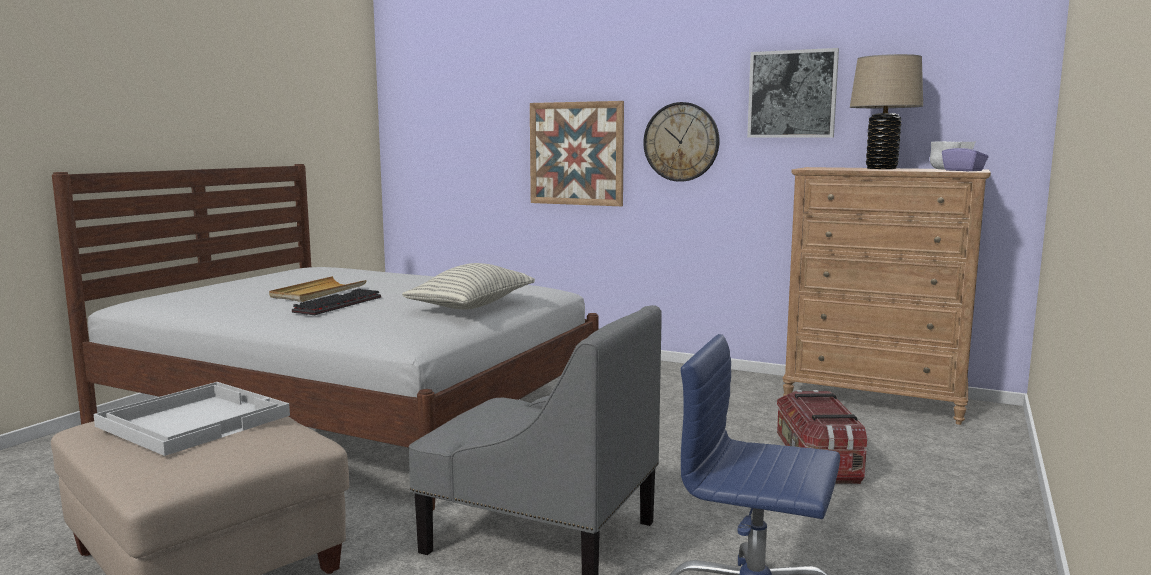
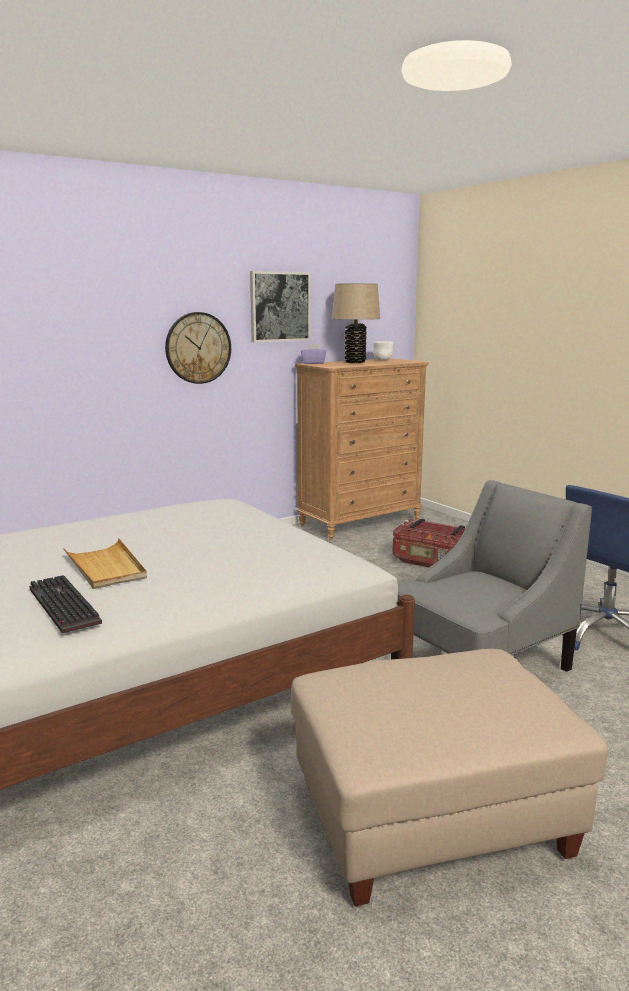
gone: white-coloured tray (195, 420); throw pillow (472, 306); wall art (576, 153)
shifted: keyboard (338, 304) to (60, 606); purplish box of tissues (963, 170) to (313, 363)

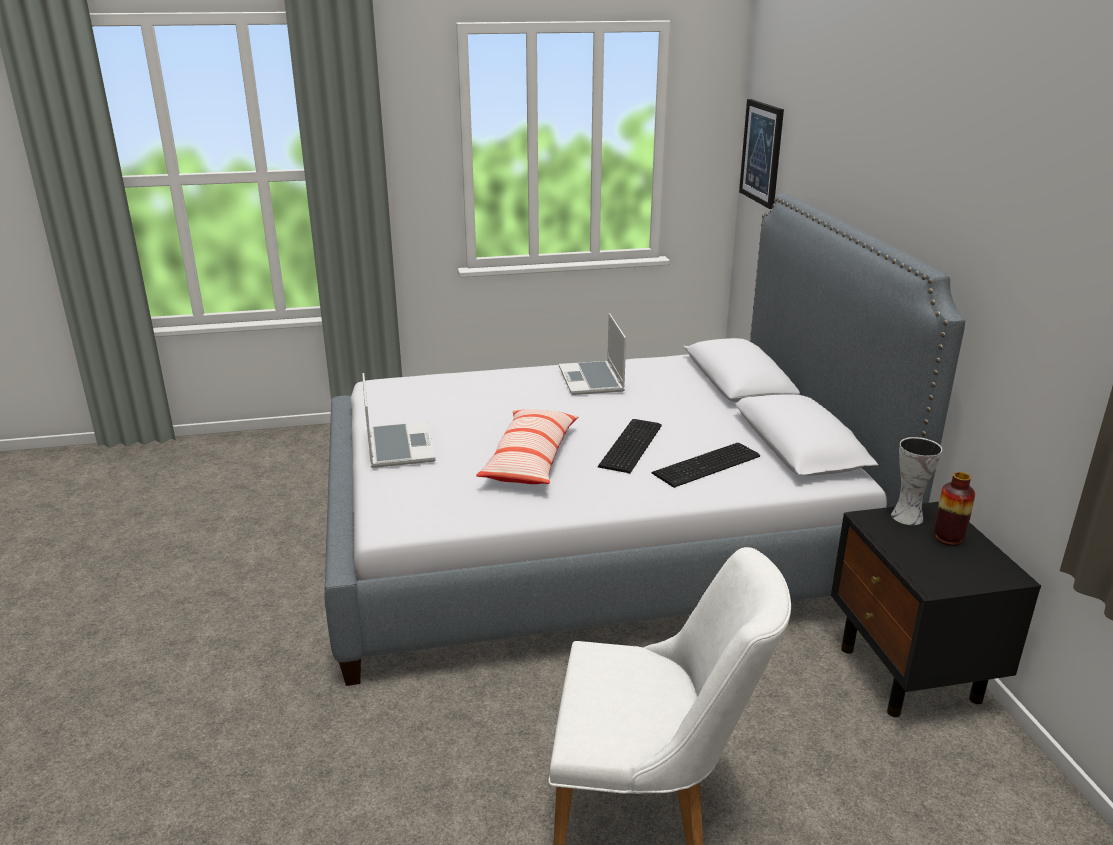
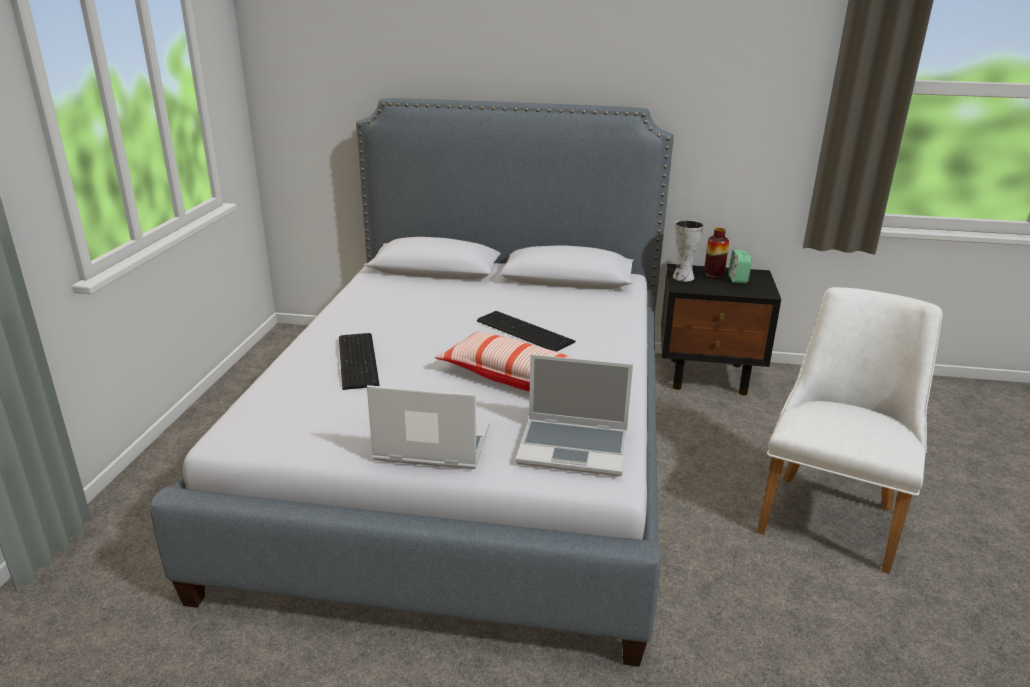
gone: wall art (762, 153)
new: alarm clock (738, 279)
shifted: laptop (592, 380) to (574, 448); keyboard (709, 465) to (360, 359)

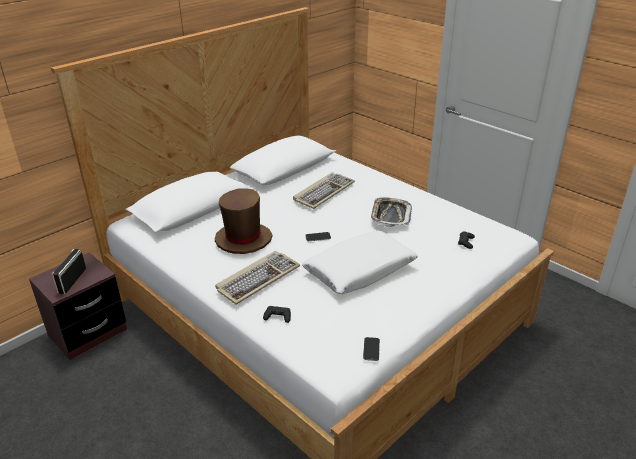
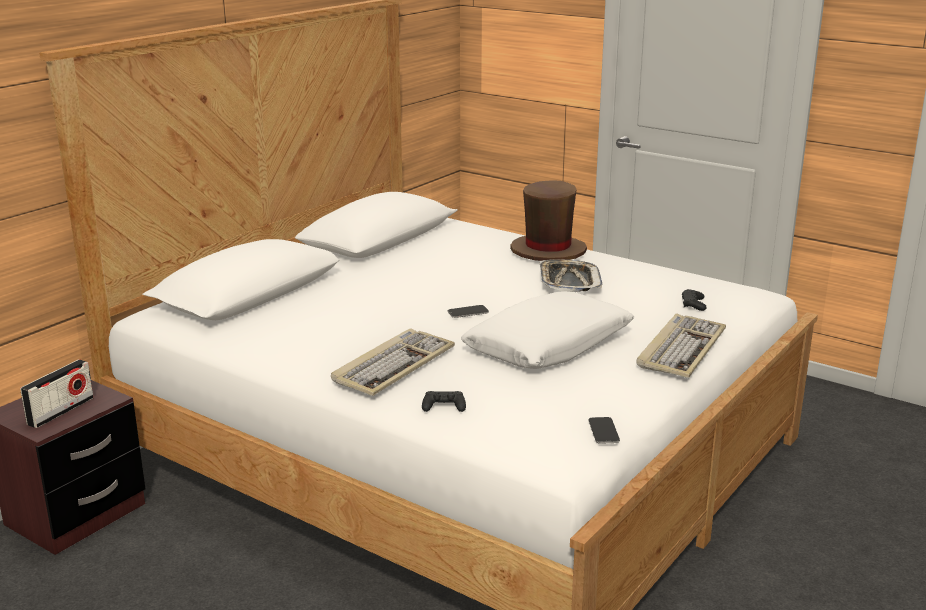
shifted: brown-coloured wearable hat (243, 239) to (548, 251); keyboard (323, 192) to (681, 349)
rotated: radio set (72, 280) = (61, 411) 150 degrees counterclockwise

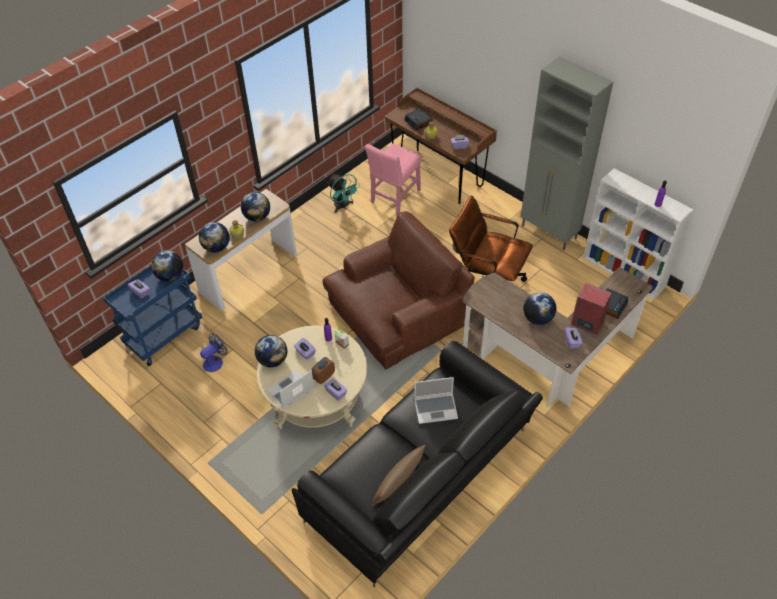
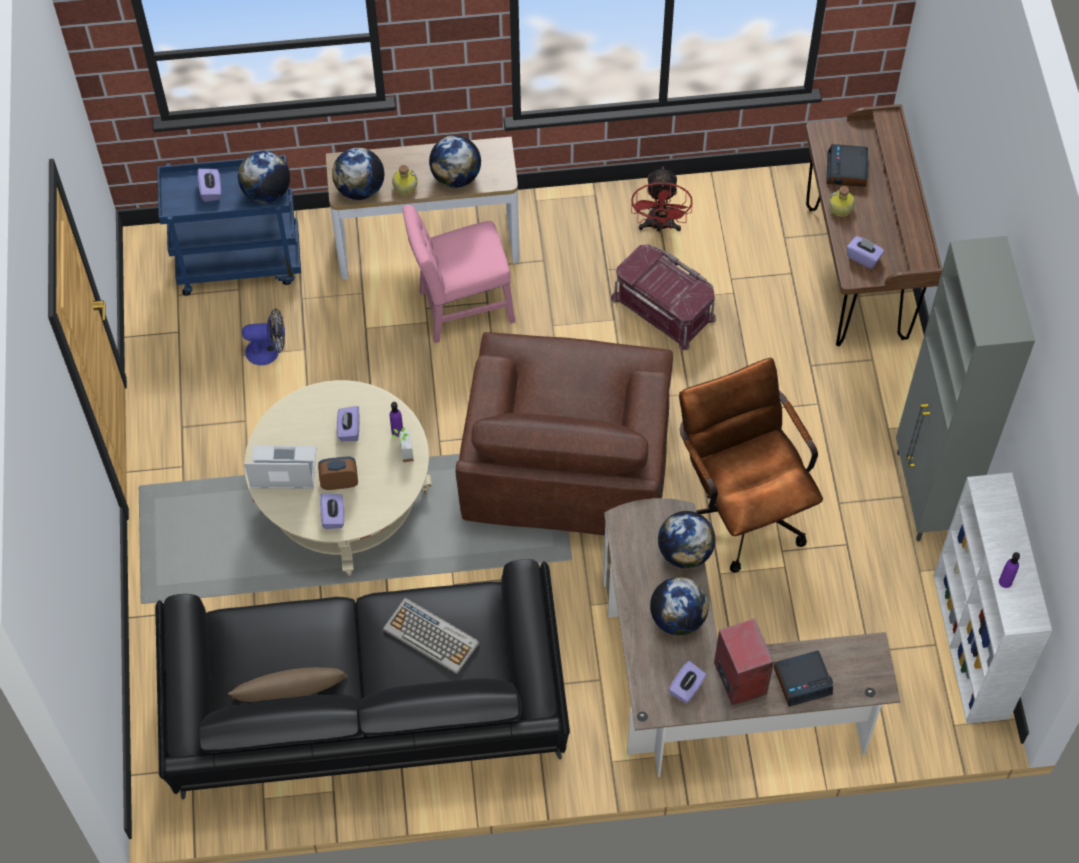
new: red storage container (664, 307)
shifted: desk globe (273, 360) to (685, 552); pink chair (394, 198) to (461, 309)
swapped: laptop (436, 408) to keyboard (432, 636)
repainted: turquoise-coloured fan (343, 206) to red fan (659, 226)
rotated: brown-coloured armchair (397, 314) = (566, 459) 90 degrees clockwise

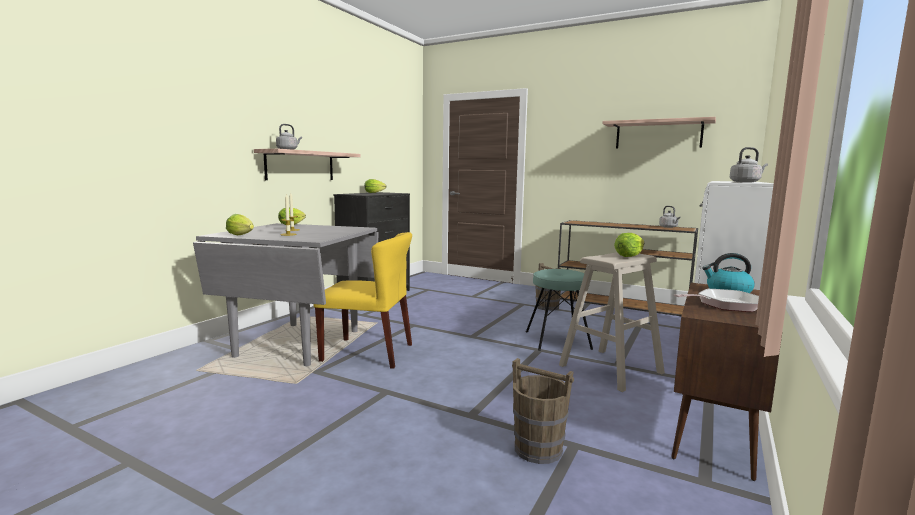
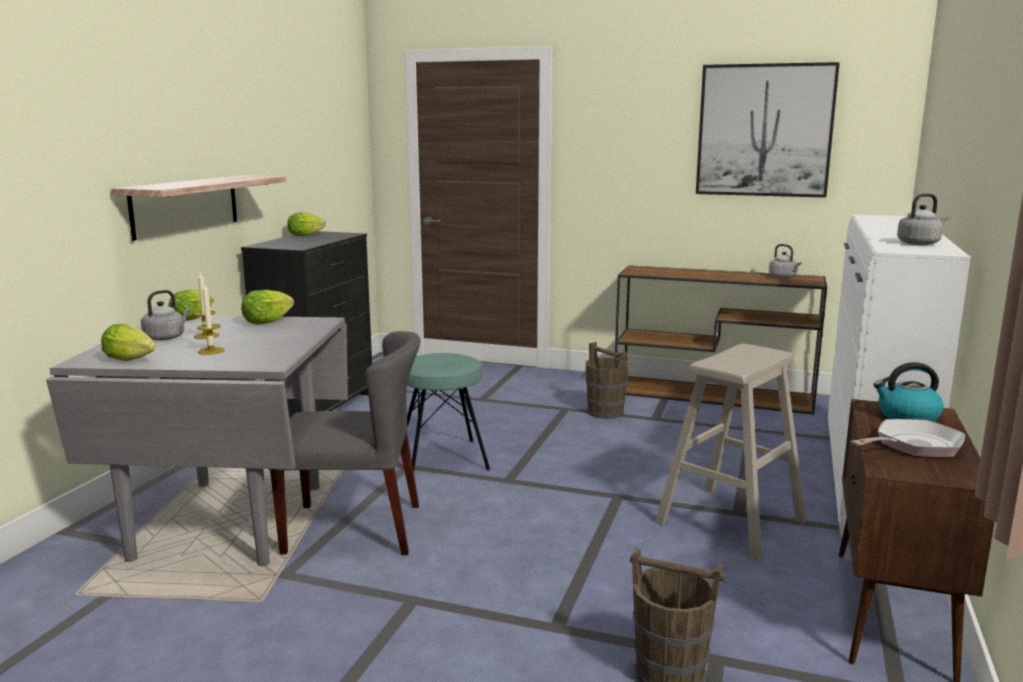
shifted: gray tea kettle (288, 149) to (166, 337); turquoise-coloured stool (557, 340) to (443, 459); lettuce head (629, 256) to (266, 322)
swapped: wall shelf (658, 135) to wall art (764, 130)
repainted: yellowish chair (368, 352) to gray chair (355, 528)

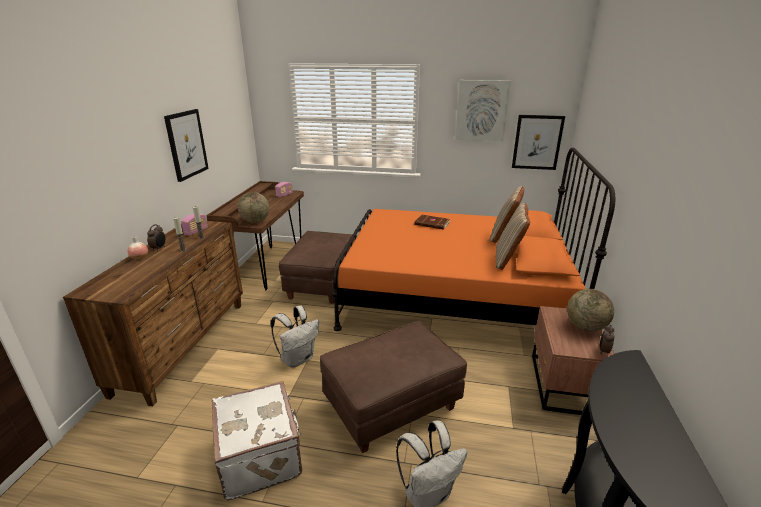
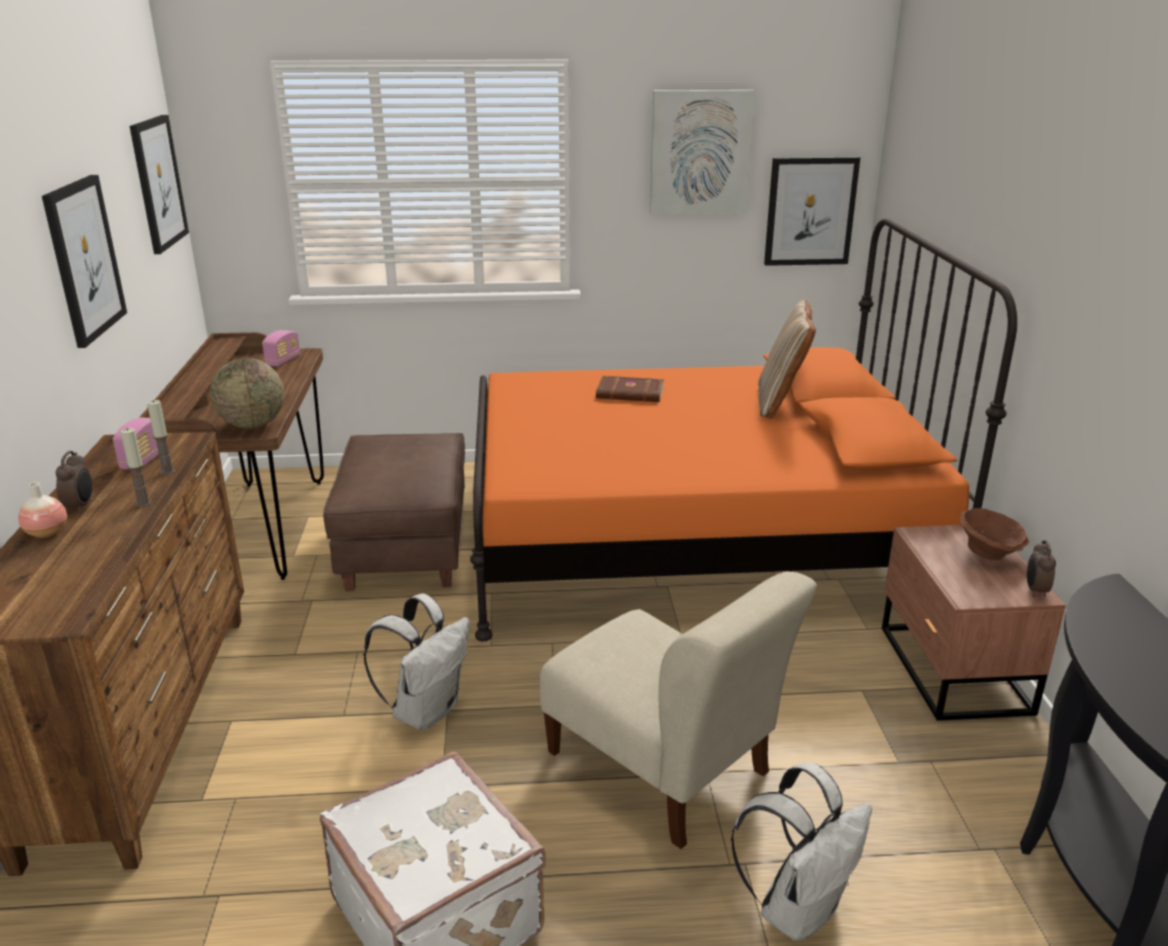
gone: sand-coloured throw pillow (508, 259)
new: wall art (158, 183)
swapped: brown-coloured ottoman (392, 407) to sand-coloured chair (663, 769); desk globe (585, 327) to brown-coloured serving bowl (988, 554)

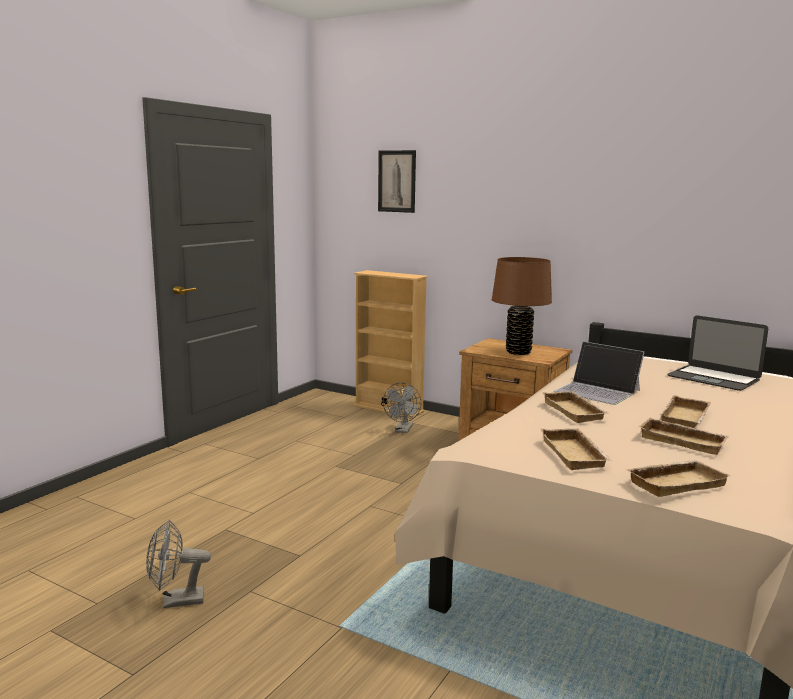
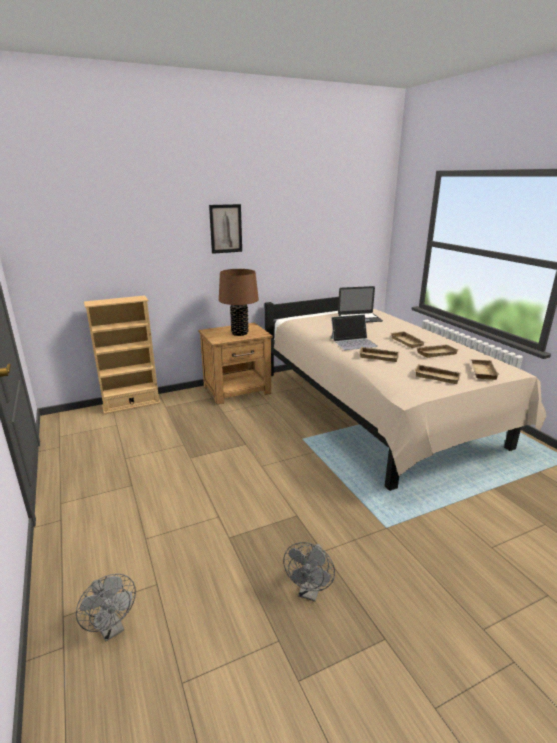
shifted: wall art (397, 181) to (226, 228); gray fan (403, 430) to (111, 628)

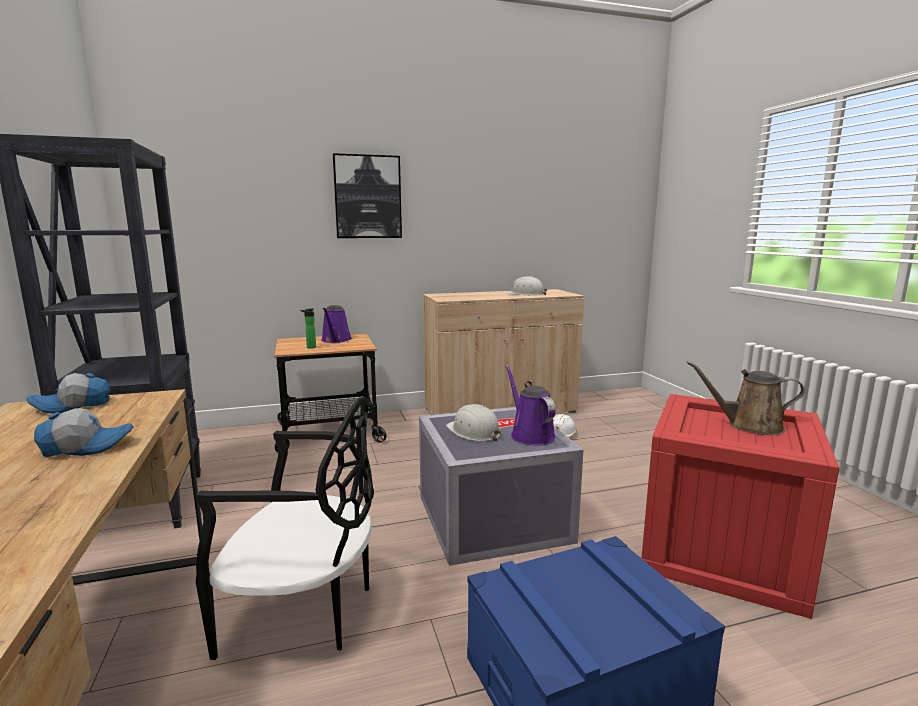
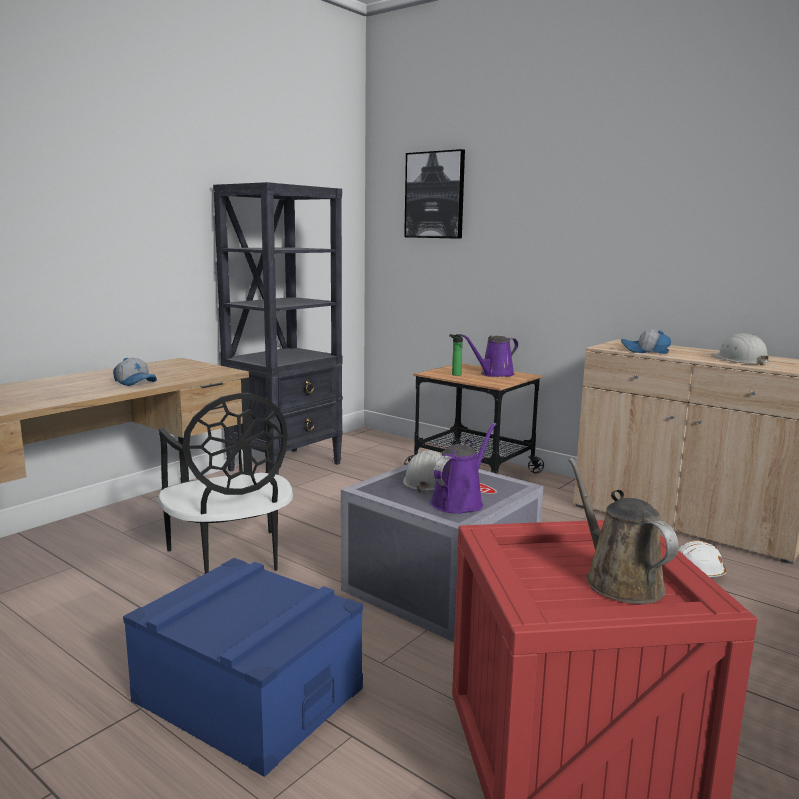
shifted: baseball cap (72, 406) to (645, 351); wall art (367, 197) to (435, 195)

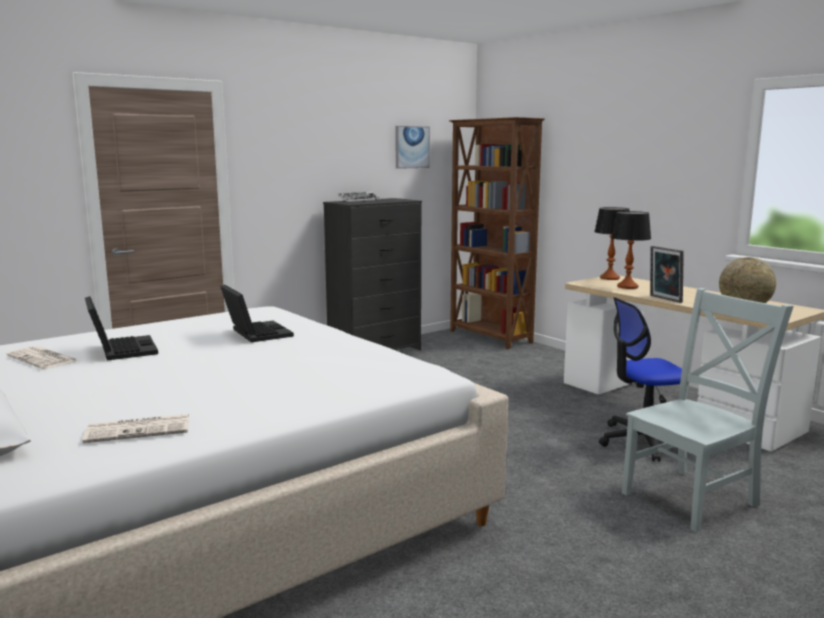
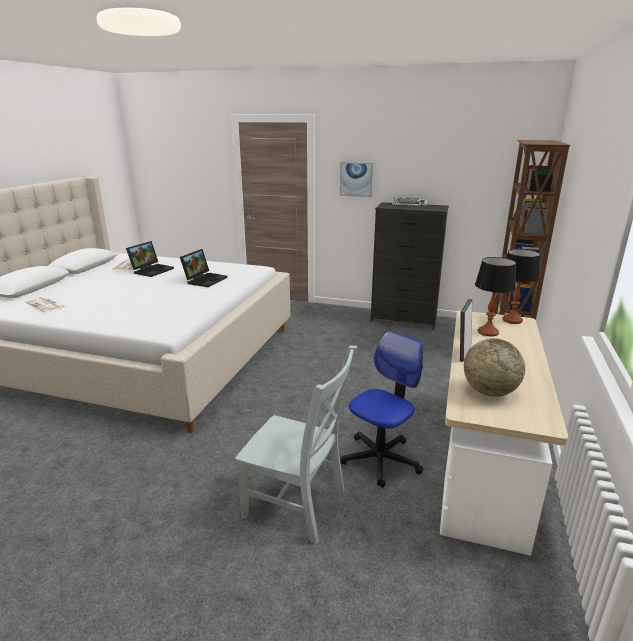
shifted: wall art (411, 147) to (356, 179)
rotated: desk chair (643, 441) = (380, 459) 90 degrees clockwise

